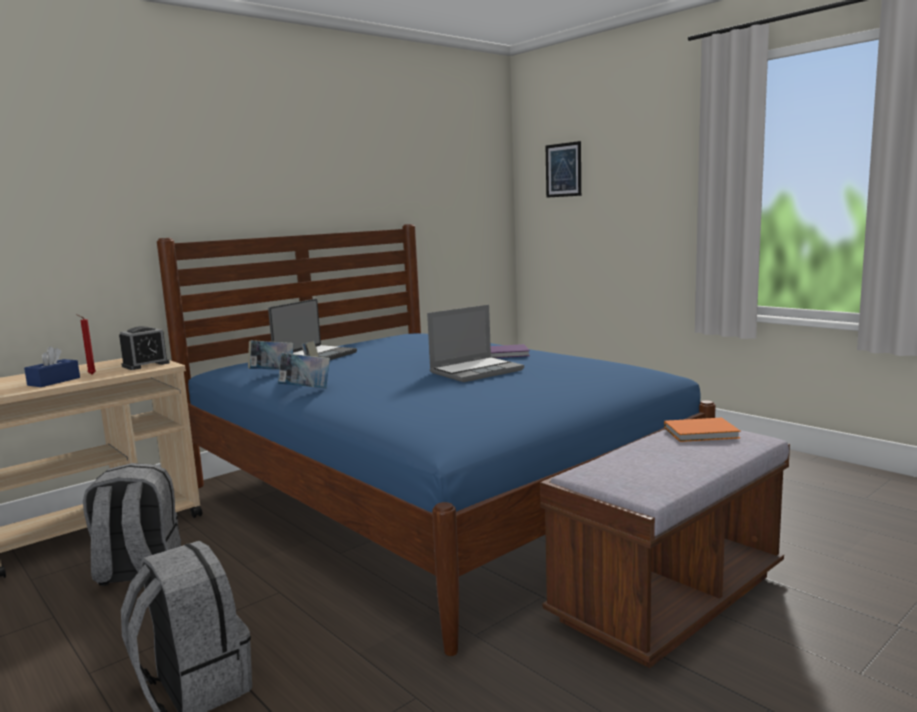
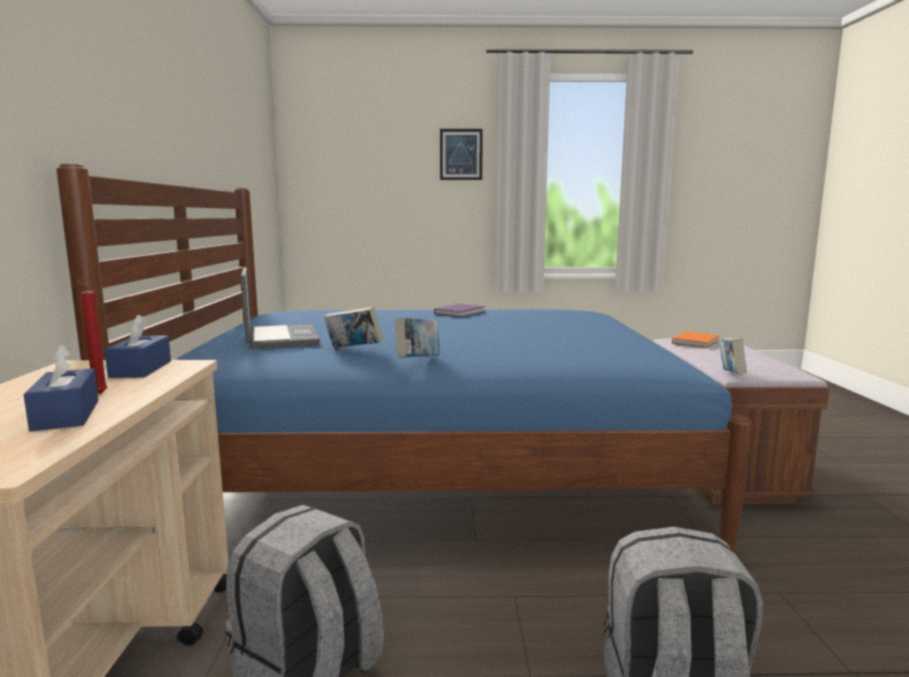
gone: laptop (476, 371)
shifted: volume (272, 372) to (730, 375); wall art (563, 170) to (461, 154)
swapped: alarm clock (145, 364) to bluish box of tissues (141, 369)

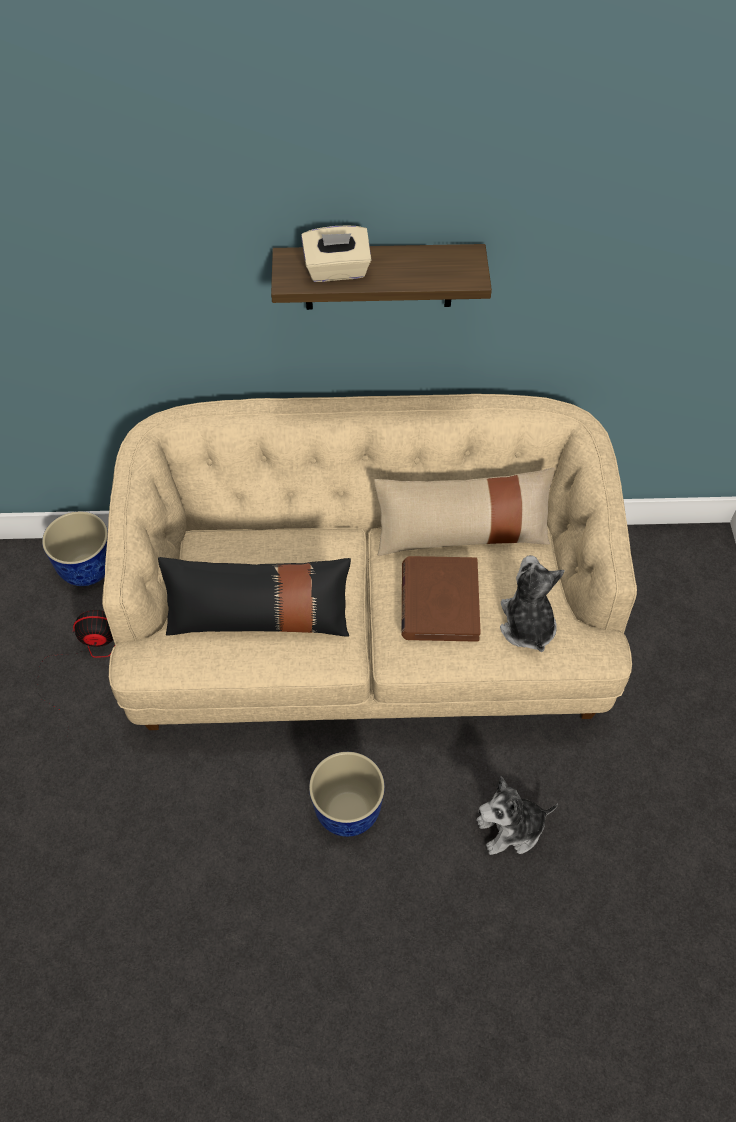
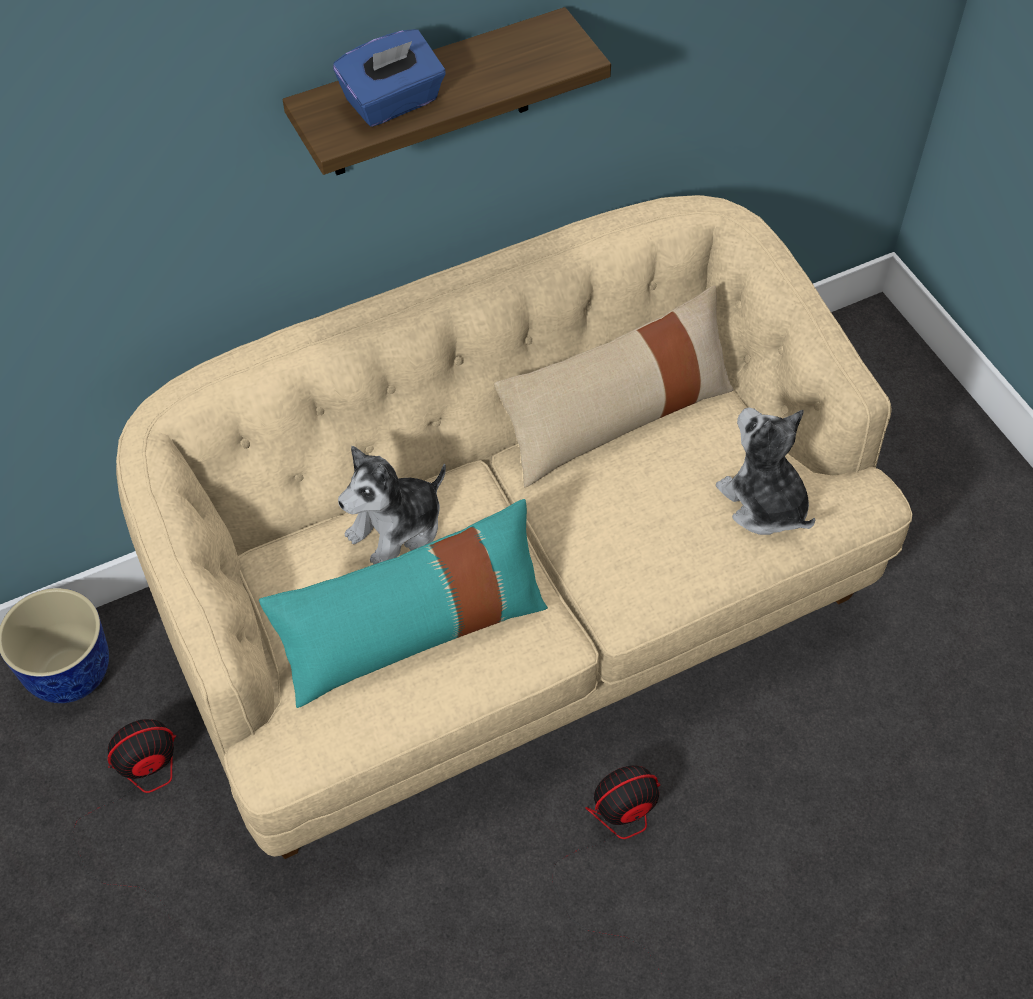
gone: brown-coloured volume (439, 601)
shifted: cuddly toy (511, 829) to (397, 529)
swapped: flower pot (348, 810) to fan (613, 846)
repainted: blackish throw pillow (259, 618) to turquoise-coloured throw pillow (413, 632); sand-coloured box of tissues (337, 271) to bluish box of tissues (393, 102)

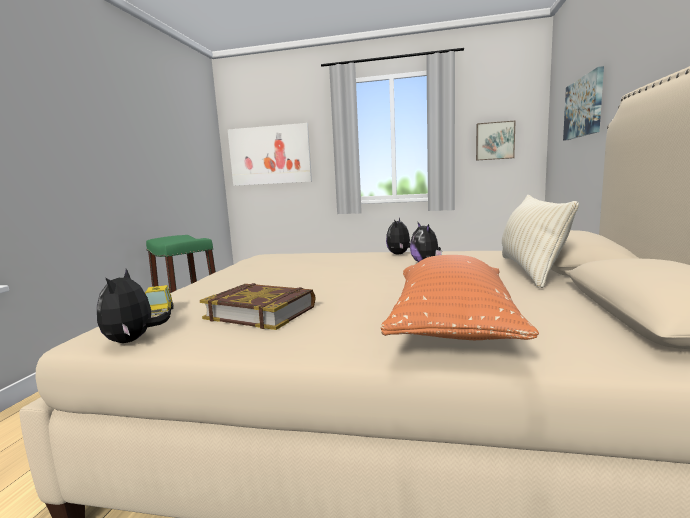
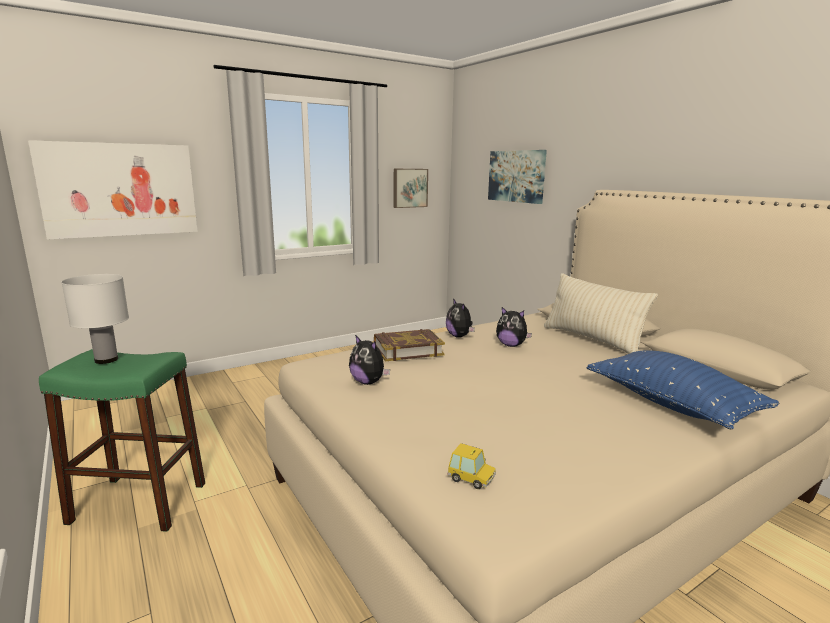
new: white-coloured lamp for a table (105, 360)
shifted: cuddly toy (133, 340) to (368, 382); volume (261, 312) to (407, 350)
repainted: orange-coloured throw pillow (452, 324) to bluish throw pillow (672, 404)

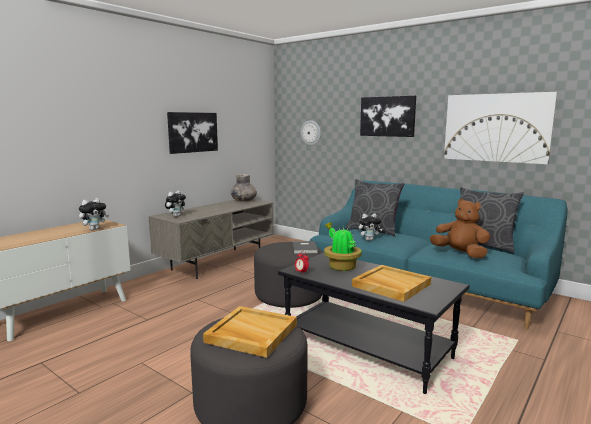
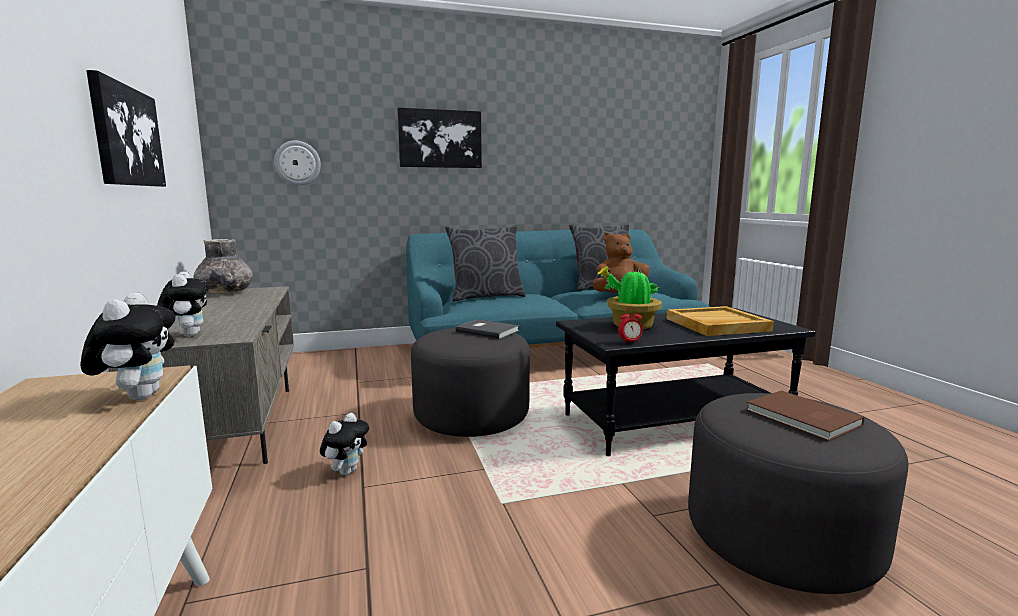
gone: wall art (496, 127)
shifted: cuddly toy (369, 239) to (346, 471)
swapped: sand-coloured tray (250, 333) to brown-coloured volume (802, 418)

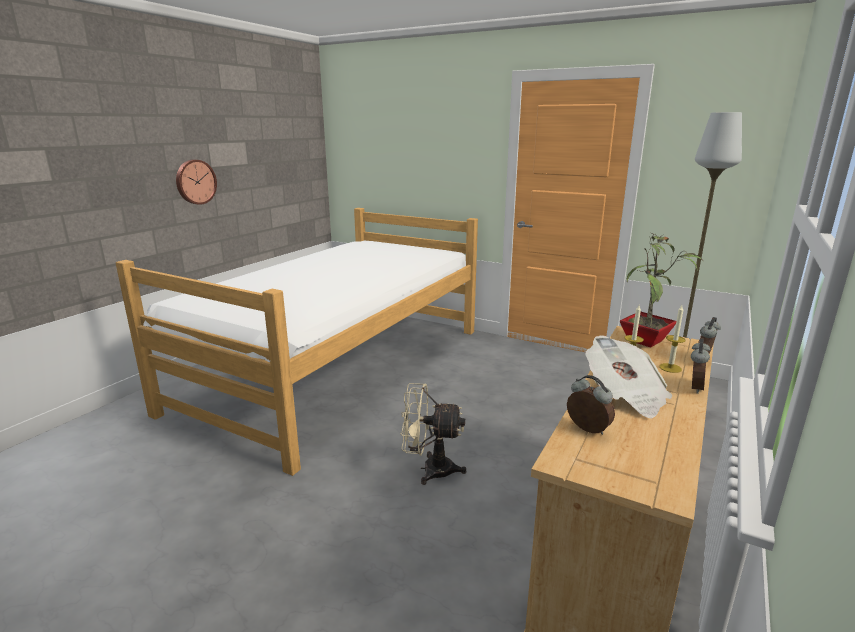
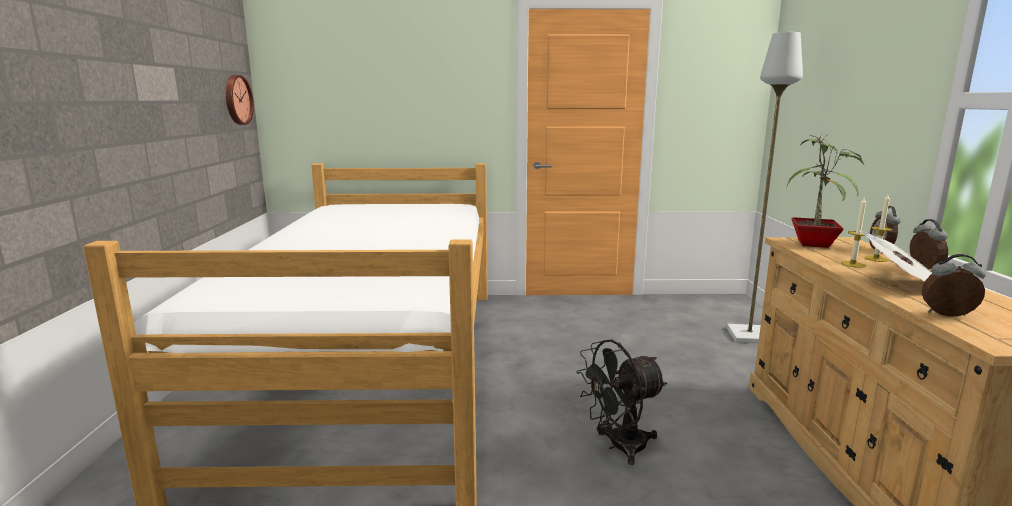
shifted: clock on the wall (195, 182) to (237, 100)
repainted: sand-coloured fan (429, 469) to blackish fan (619, 446)

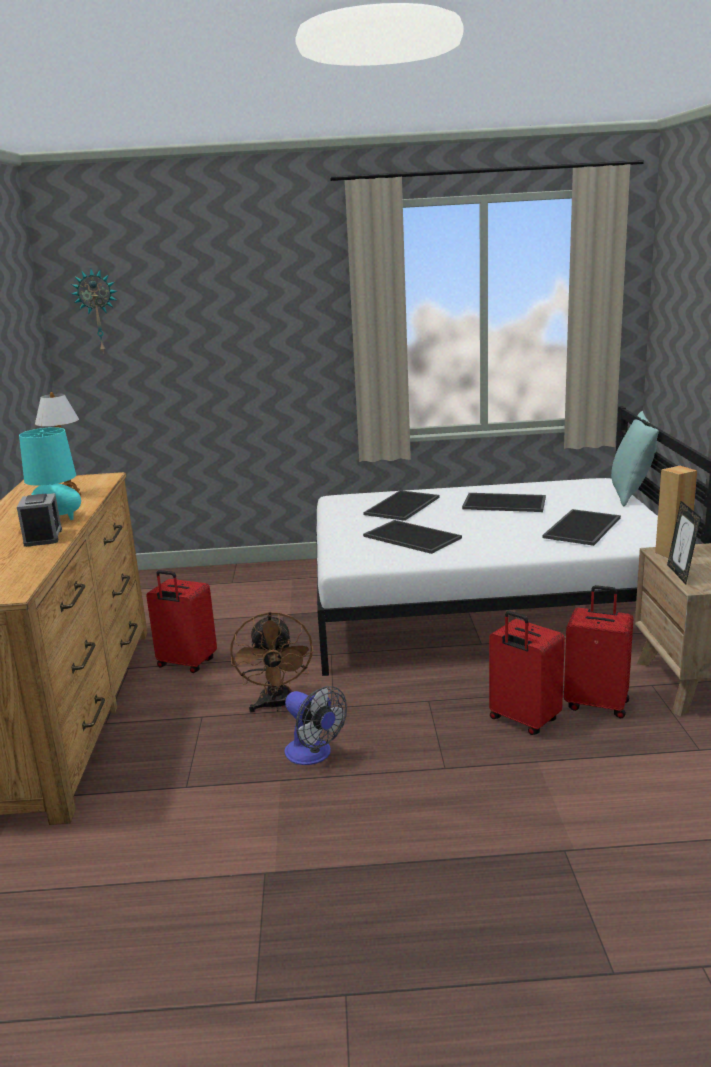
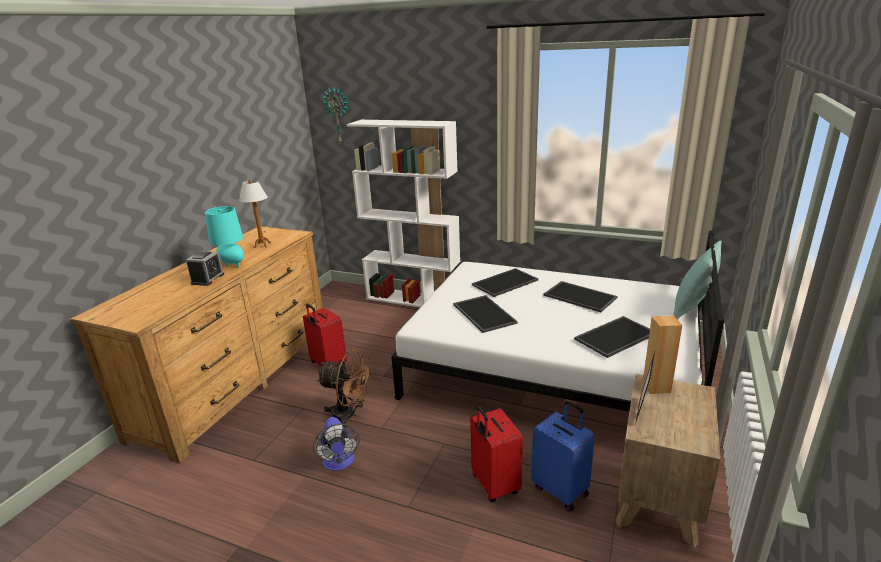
new: white-coloured shelving unit (414, 299)
repainted: red travel case (597, 704) to bluish travel case (561, 490)
rotated: brown-coloured fan (277, 706) = (350, 415) 90 degrees counterclockwise

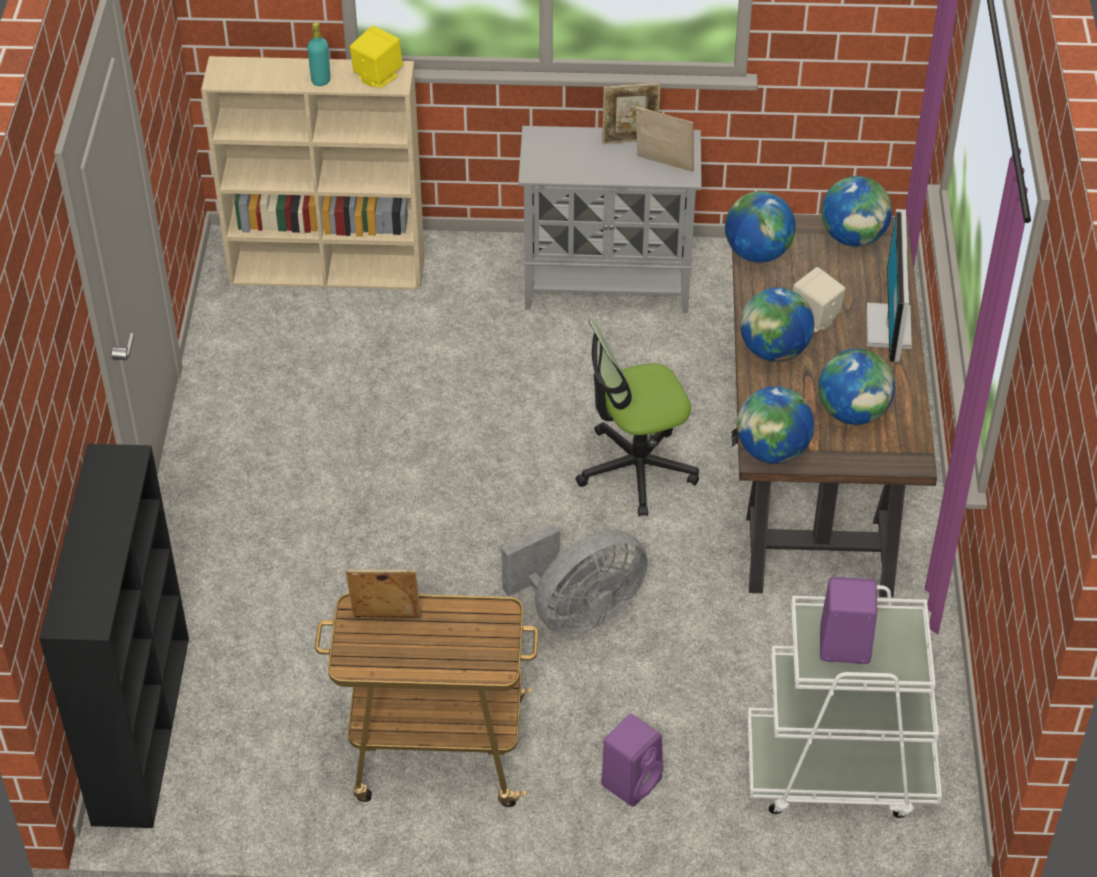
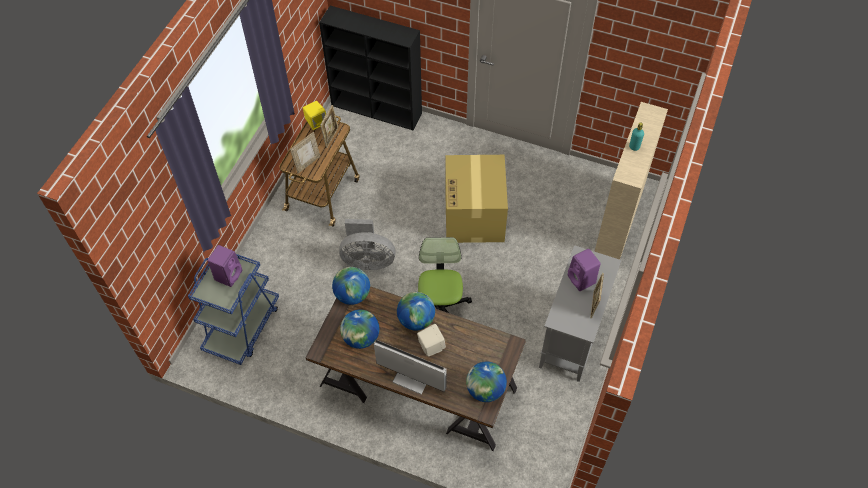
gone: desk globe (757, 253)
new: packing box (474, 216)
shifted: yellowish speaker (377, 77) to (316, 122); purplish speaker (632, 780) to (582, 280); picture frame (663, 165) to (307, 163)
repainted: white-coloured wheeled cart (839, 771) to bluish wheeled cart (242, 326)
rotated: gray fan (578, 612) = (367, 260) 75 degrees counterclockwise

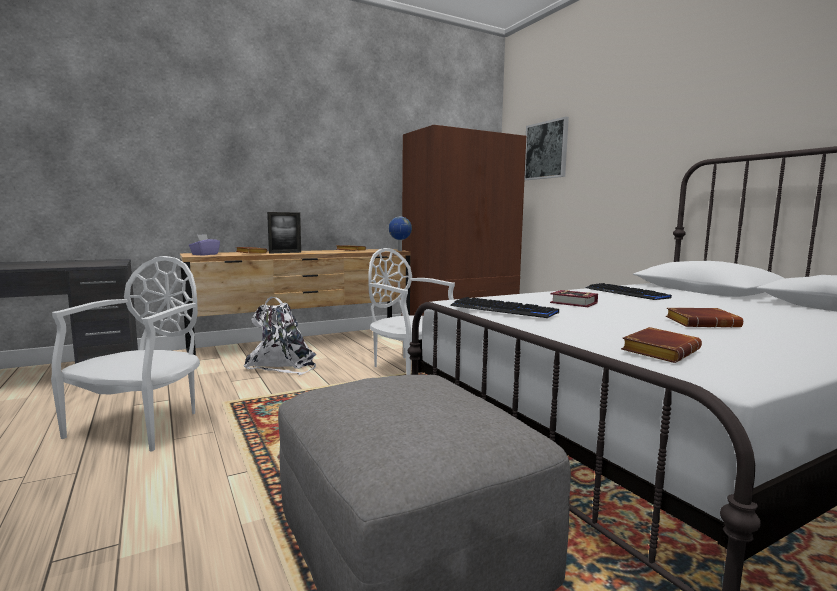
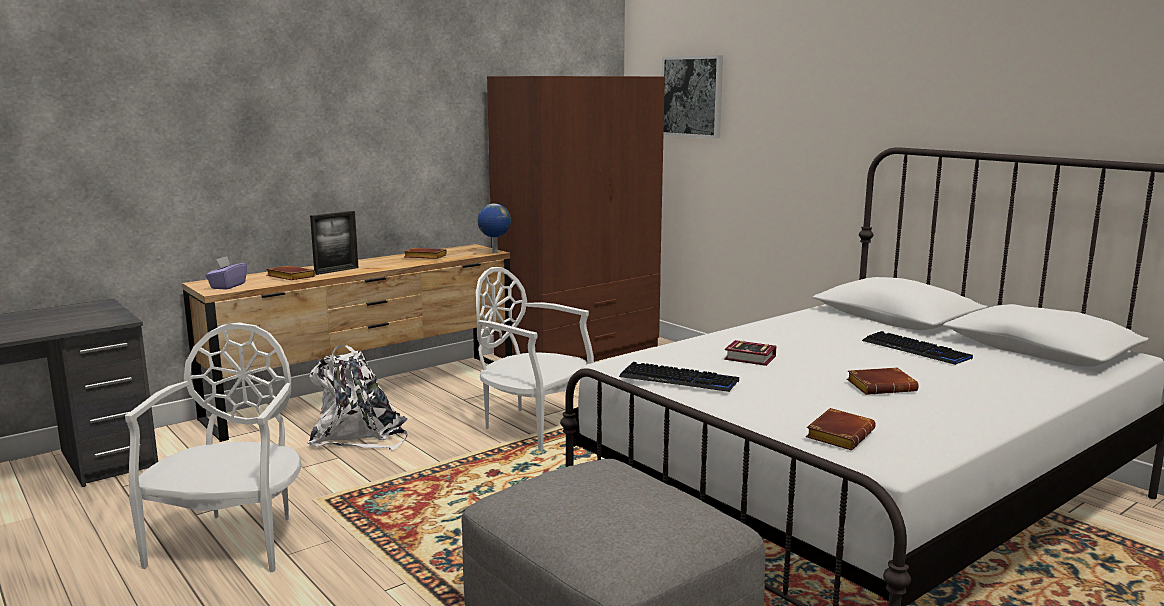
shifted: keyboard (626, 293) to (915, 350)

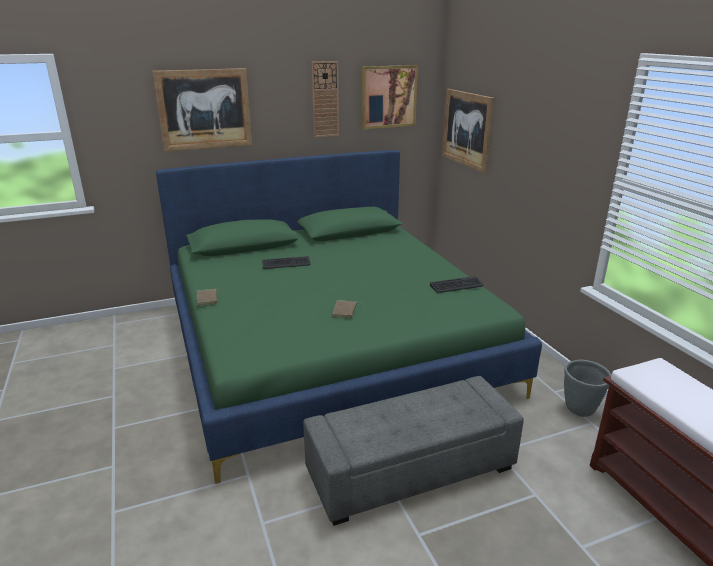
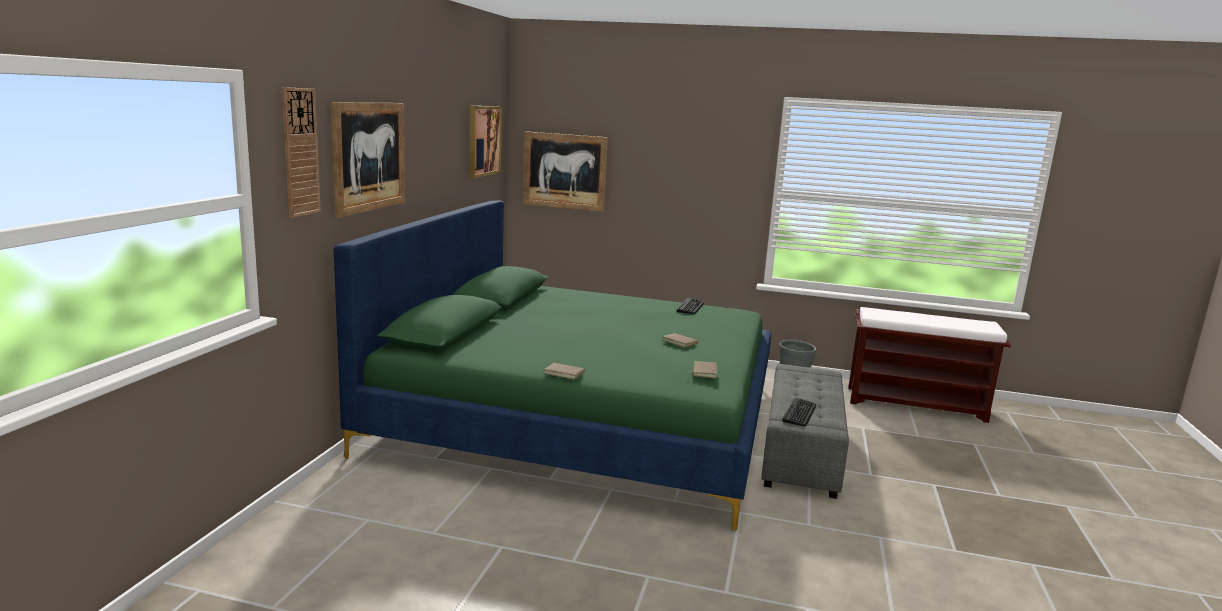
new: brown-coloured volume (703, 371)
shifted: keyboard (286, 263) to (799, 413); clock on the wall (325, 99) to (300, 152)

